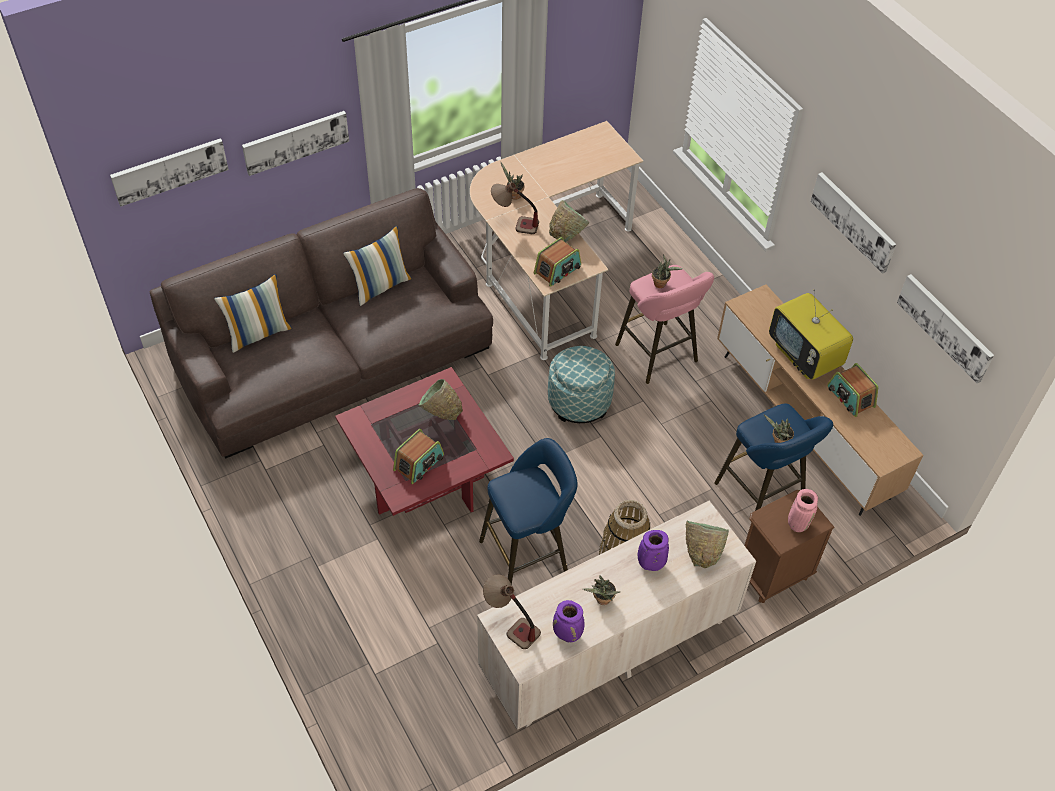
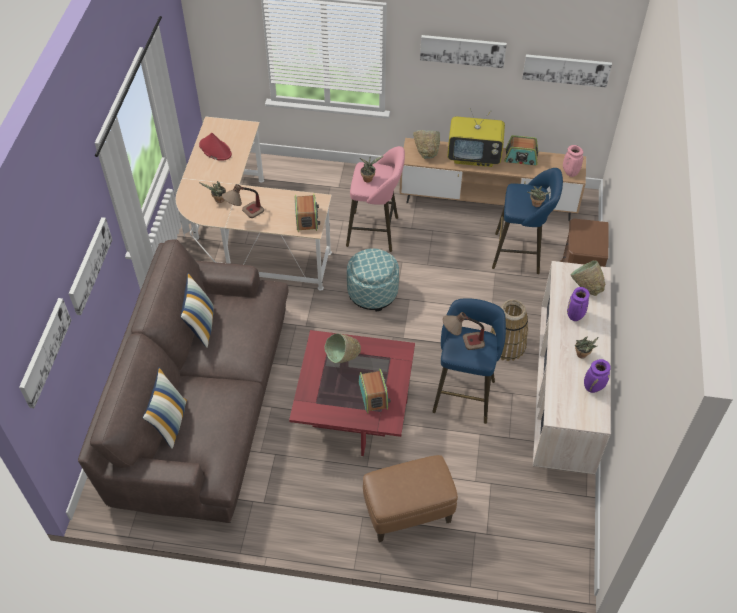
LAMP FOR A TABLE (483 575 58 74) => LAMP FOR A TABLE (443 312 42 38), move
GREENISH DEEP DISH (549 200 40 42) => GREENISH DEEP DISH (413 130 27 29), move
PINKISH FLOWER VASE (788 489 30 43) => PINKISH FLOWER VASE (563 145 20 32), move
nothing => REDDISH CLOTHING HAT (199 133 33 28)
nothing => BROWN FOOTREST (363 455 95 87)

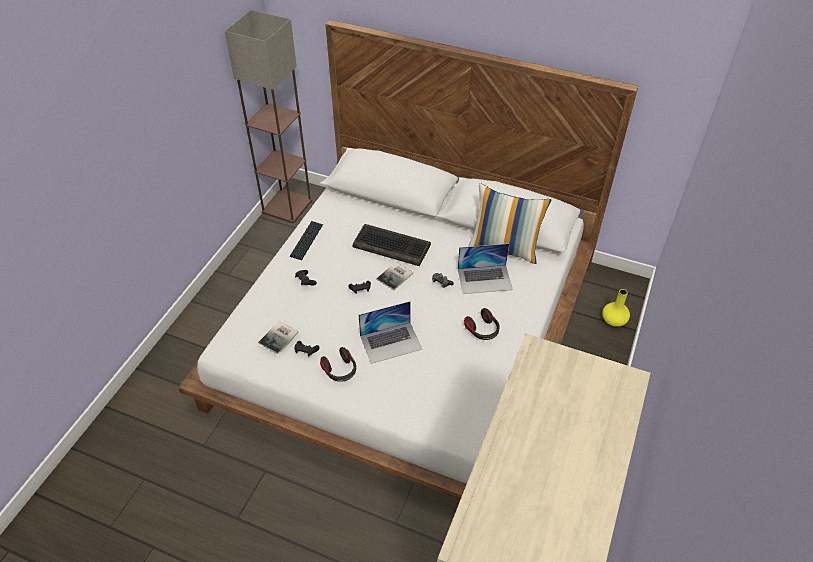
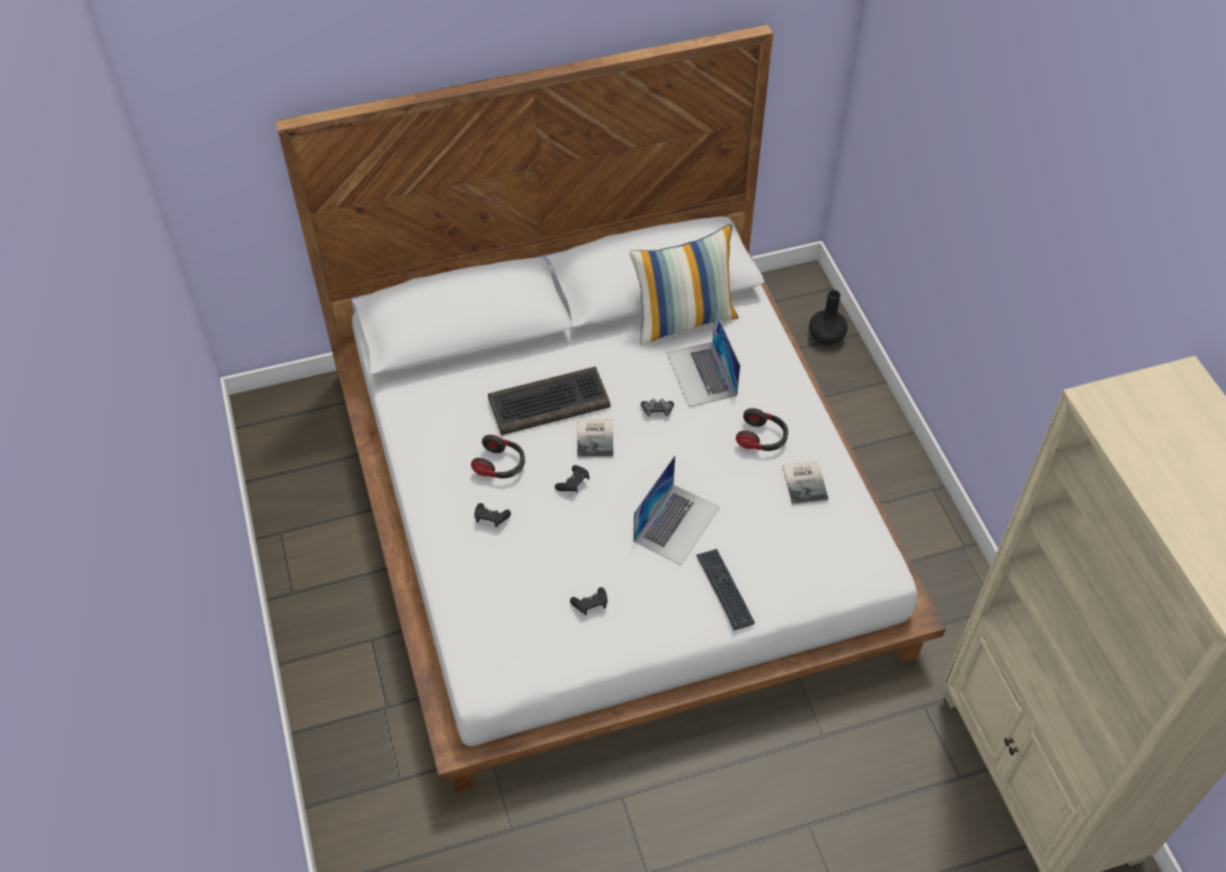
STANDARD LAMP (225 10 87 213) => nothing
VOLUME (258 321 40 33) => VOLUME (783 461 46 44), move
KEYBOARD (290 221 33 39) => KEYBOARD (696 549 59 81), move
HEADSET (320 347 36 35) => HEADSET (471 435 54 43), move
LAPTOP (458 244 55 50) => LAPTOP (666 311 75 96), 120 degrees clockwise
YELLOWISH FLOWER VASE (602 289 28 38) => BLACK FLOWER VASE (809 290 39 55)

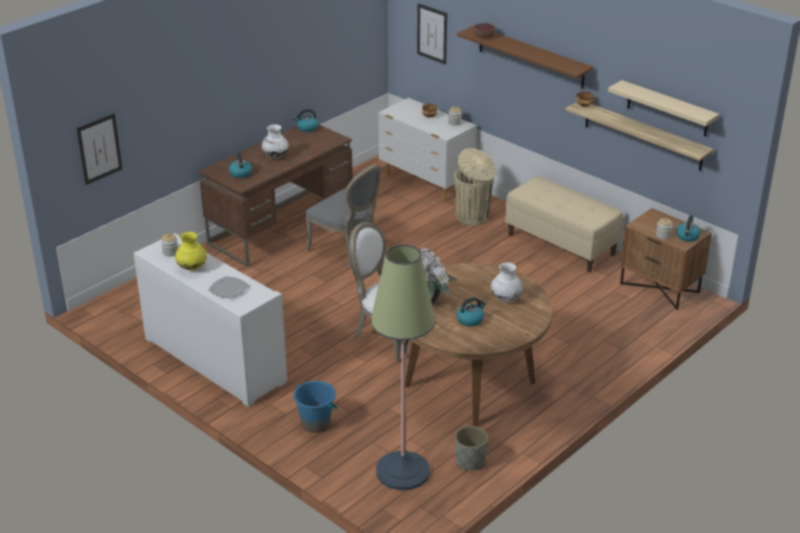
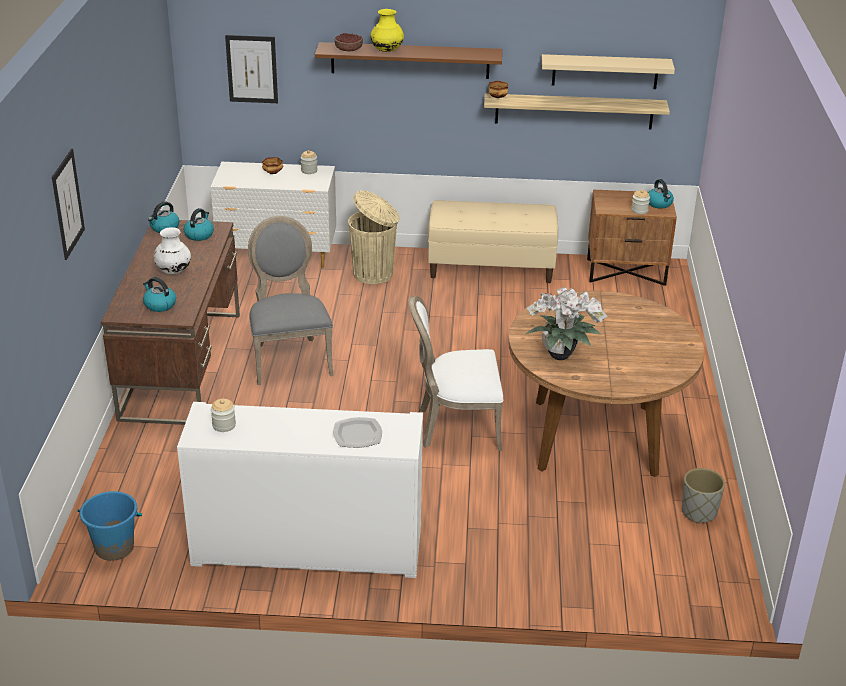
PICTURE (76 113 46 72) => PICTURE (52 149 33 111), move
YELLOWISH FLOWER VASE (175 232 32 38) => YELLOWISH FLOWER VASE (370 9 34 43), move
BLUE-COLOURED BUCKET (293 381 45 52) => BLUE-COLOURED BUCKET (77 491 65 70), move
GRAY CHAIR (305 164 76 103) => GRAY CHAIR (248 216 85 169), 105 degrees counterclockwise
STANDARD LAMP (371 245 65 245) => nothing
KETTLE (456 297 30 30) => KETTLE (184 208 30 33), move
WHITE FLOWER VASE (491 262 32 40) => nothing

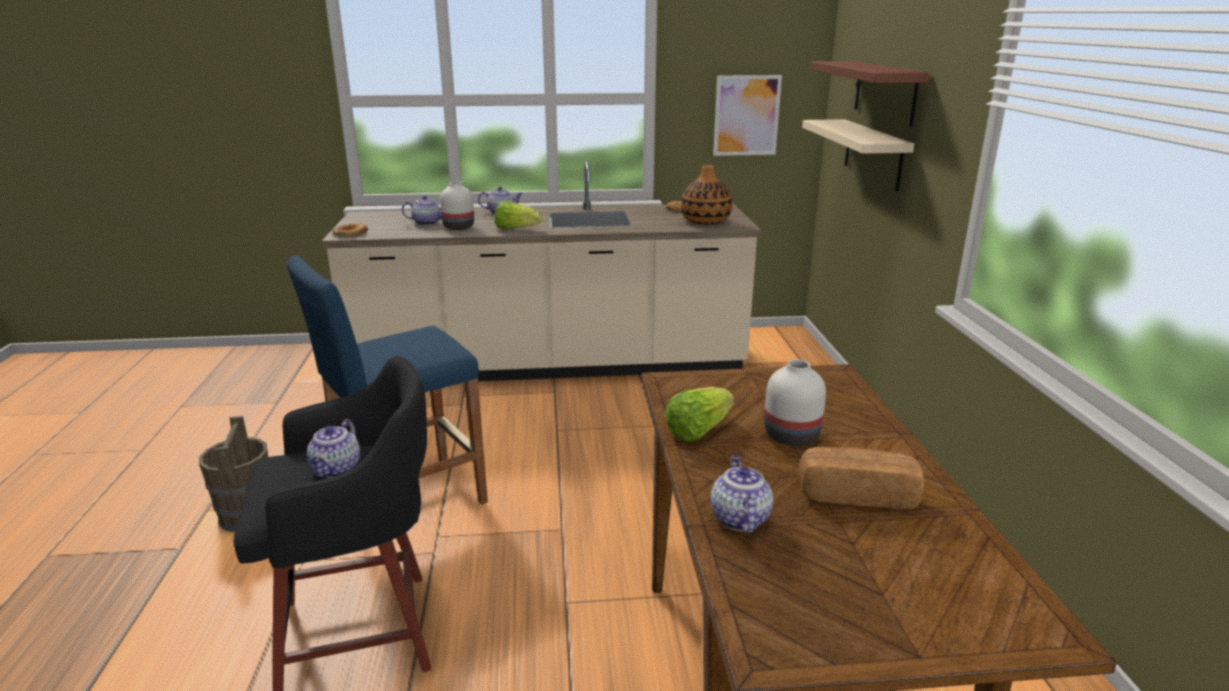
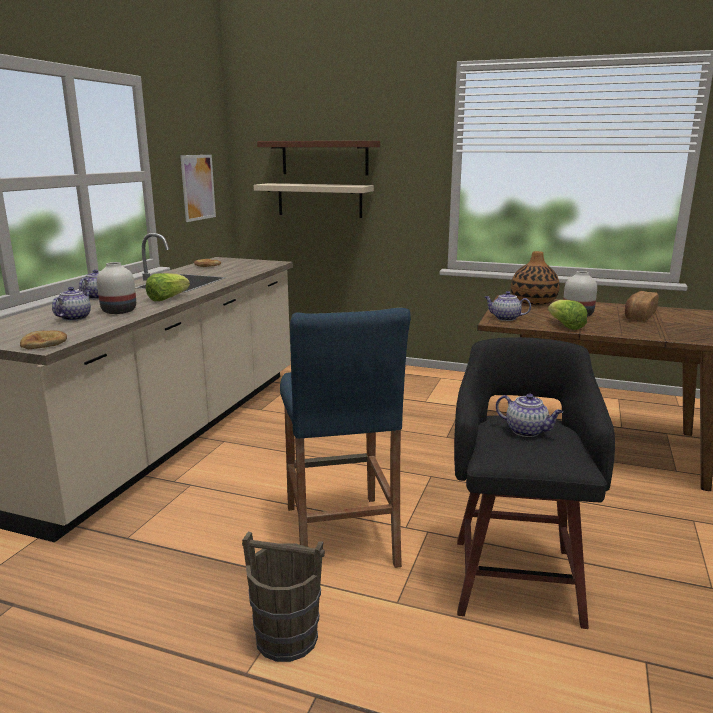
FLOWER VASE (681 165 51 60) => FLOWER VASE (511 251 49 54), move
TEAPOT (710 455 63 78) => TEAPOT (485 291 46 30), move

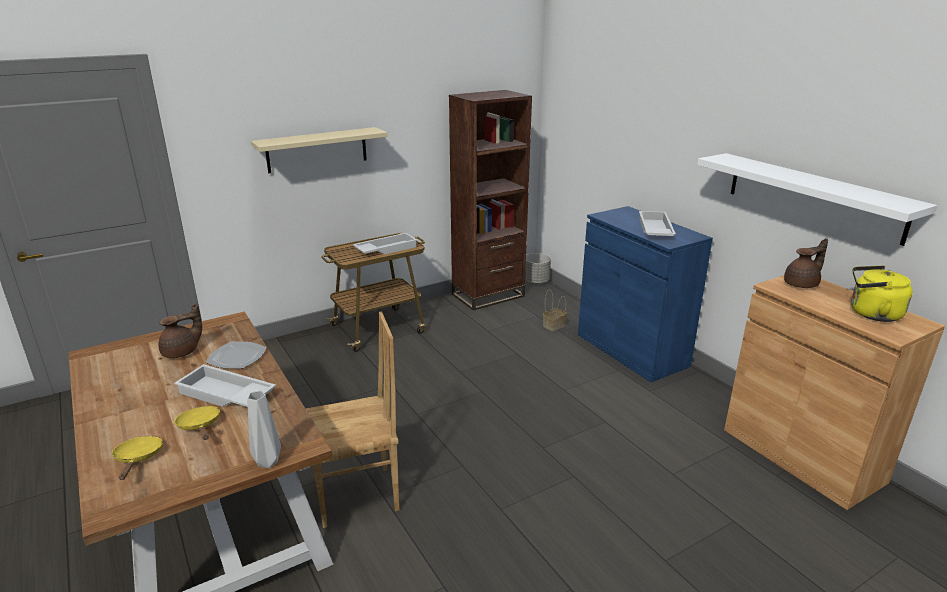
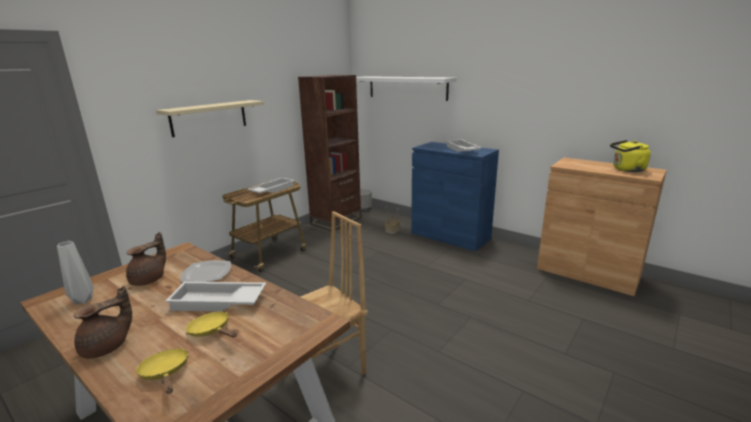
GRAY FLOWER VASE (247 391 34 77) => GRAY FLOWER VASE (57 241 37 63), move
WHITE WALL SHELF (697 153 240 93) => WHITE WALL SHELF (356 76 100 25), move
BROWN TEAPOT (784 238 44 50) => BROWN TEAPOT (74 286 58 72), move

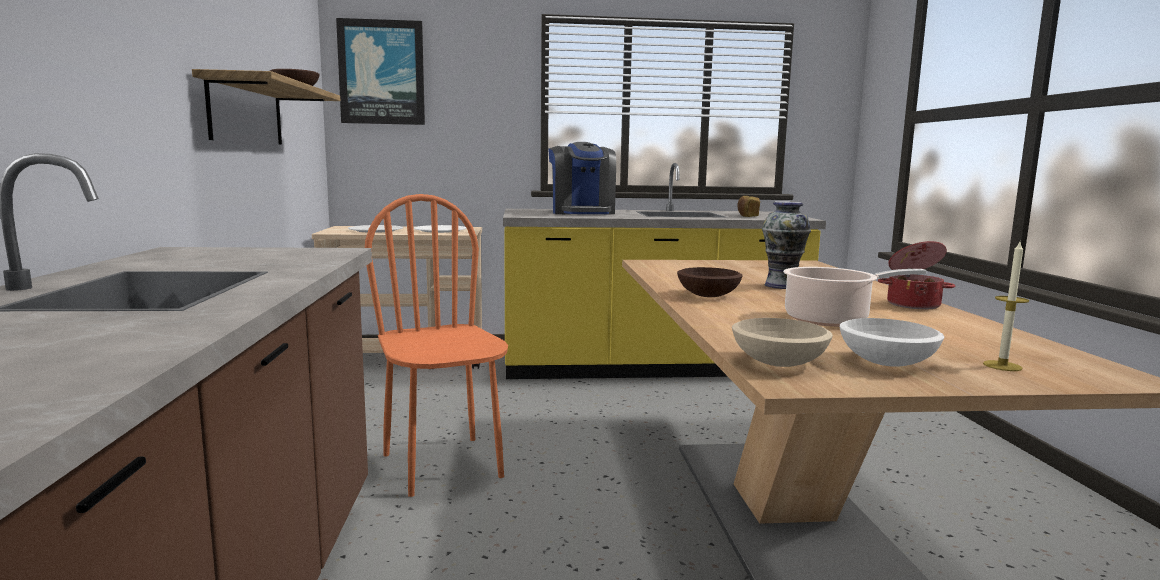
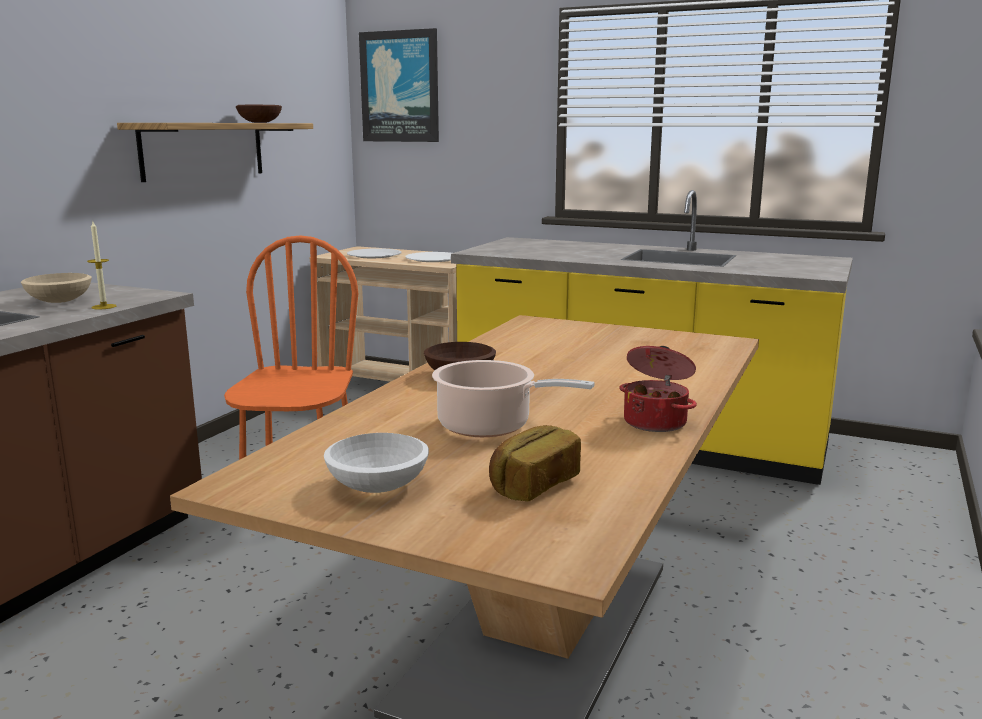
COFFEE MACHINE (548 142 68 72) => nothing
BEIGE DEEP DISH (732 318 101 49) => BEIGE DEEP DISH (21 273 71 30), move
BREAD (738 196 22 21) => BREAD (489 425 92 77), move
FLOWER VASE (762 201 49 88) => nothing
WAX CANDLE (983 242 46 129) => WAX CANDLE (87 222 29 87), move

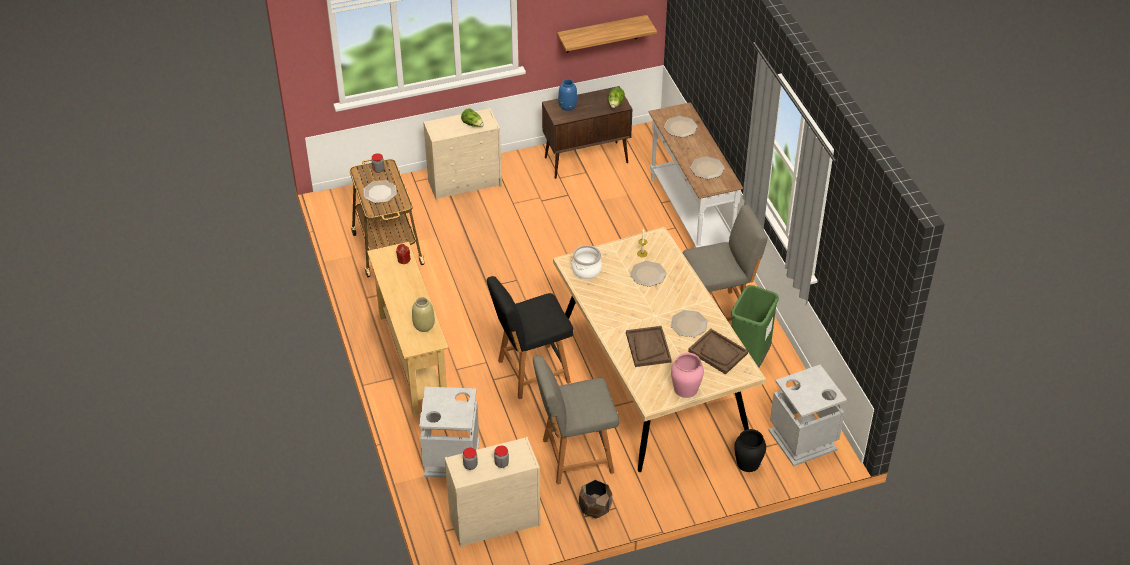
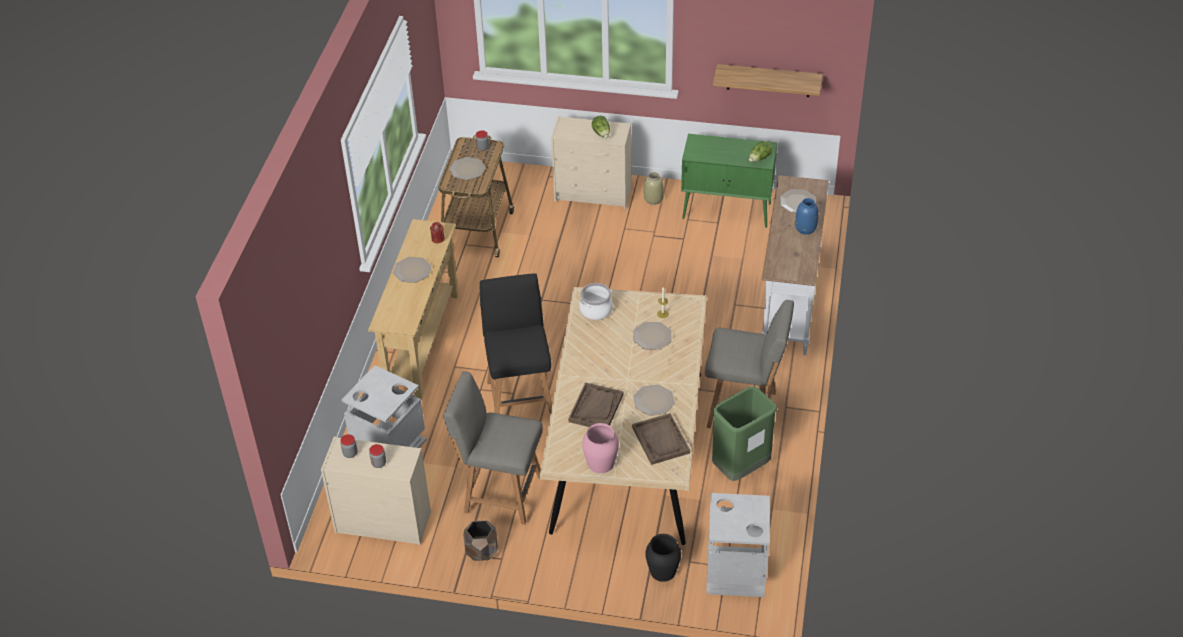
BEIGE FLOWER VASE (412 297 23 35) => BEIGE FLOWER VASE (644 172 20 33), move
BLACK CHAIR (487 276 86 123) => BLACK CHAIR (480 273 72 142), 75 degrees clockwise
BROWN STORAGE CABINET (542 86 90 93) => GREENISH STORAGE CABINET (681 134 96 94)
BLUE-COLOURED FLOWER VASE (558 79 19 32) => BLUE-COLOURED FLOWER VASE (795 198 23 37), move
PLATE (690 157 35 22) => PLATE (393 257 39 26), move

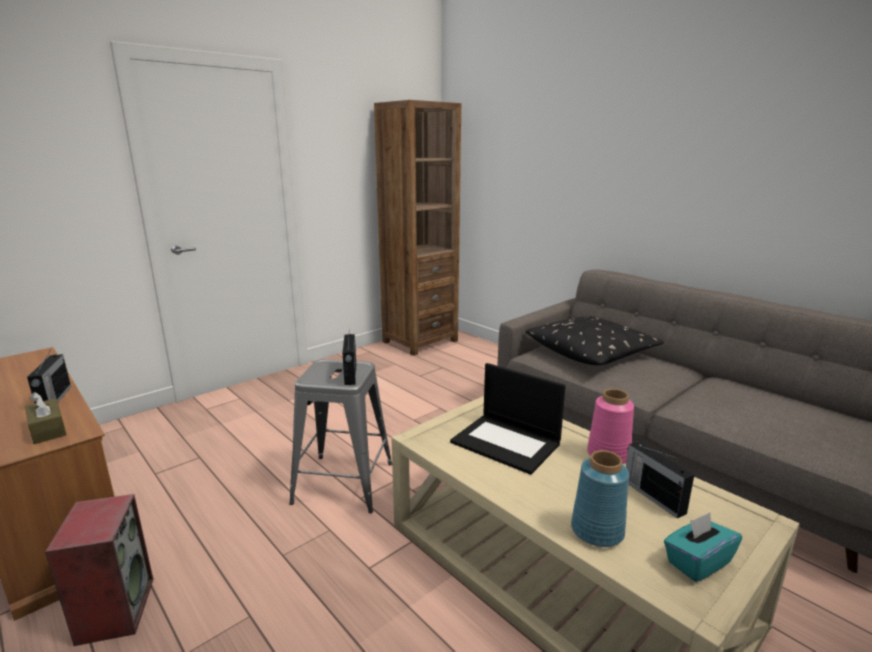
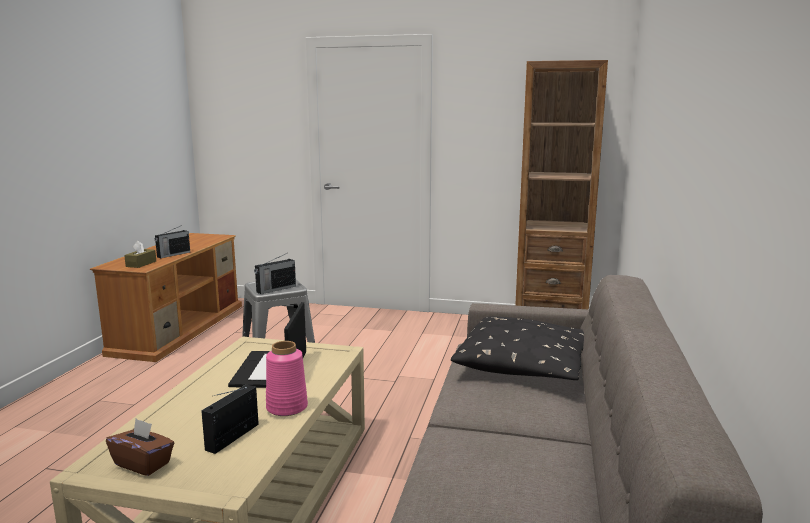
LOUDSPEAKER (45 494 108 152) => nothing
BLUE-COLOURED FLOWER VASE (571 450 58 97) => nothing
TURQUOISE BOX OF TISSUES (664 513 78 69) => BROWN BOX OF TISSUES (106 418 68 58)

